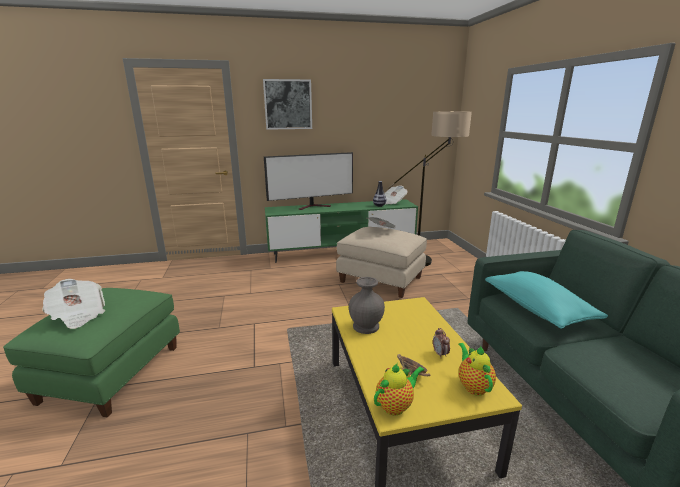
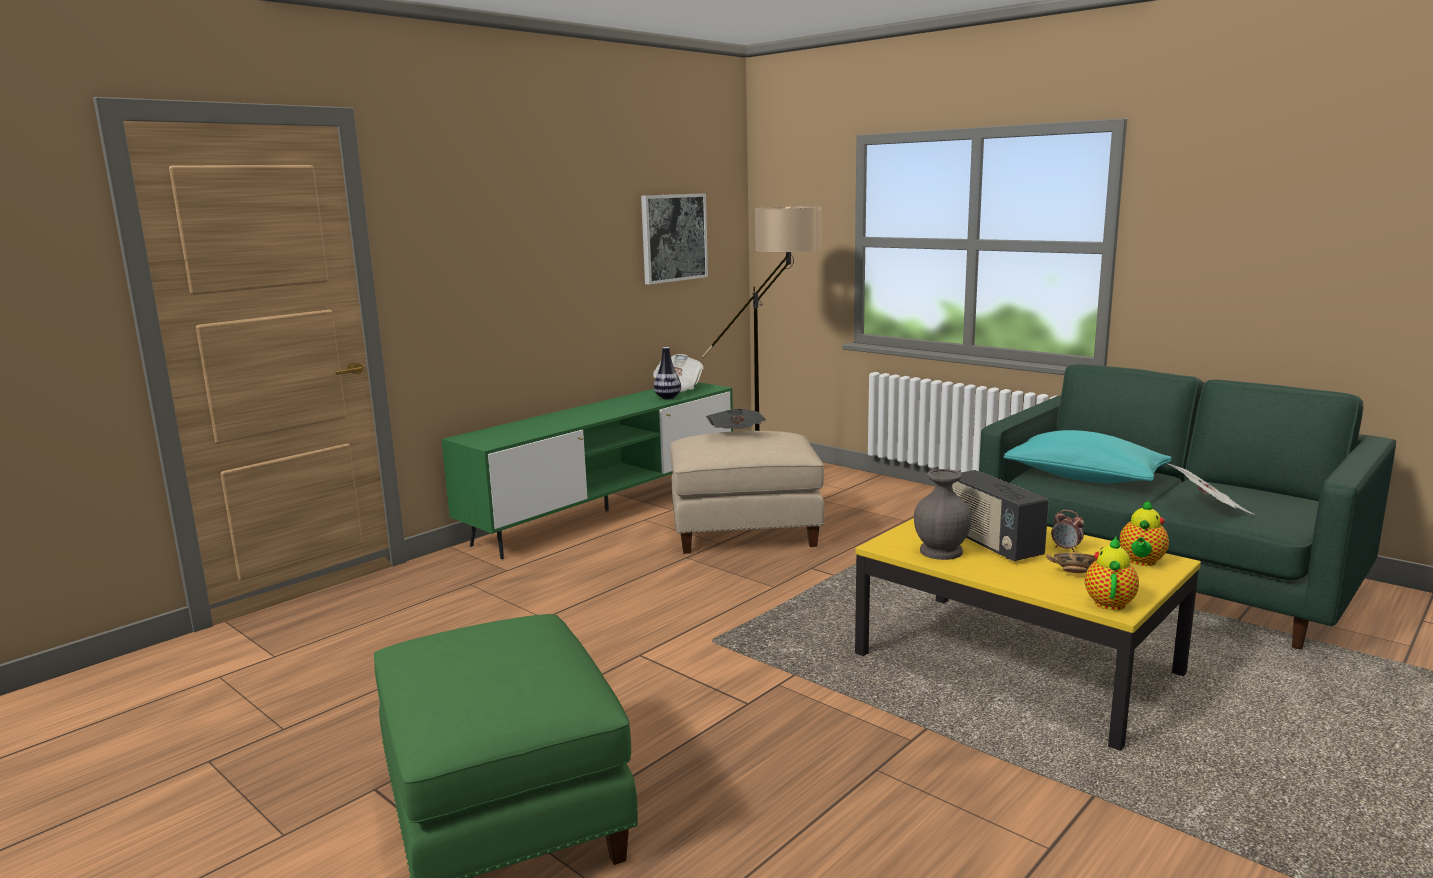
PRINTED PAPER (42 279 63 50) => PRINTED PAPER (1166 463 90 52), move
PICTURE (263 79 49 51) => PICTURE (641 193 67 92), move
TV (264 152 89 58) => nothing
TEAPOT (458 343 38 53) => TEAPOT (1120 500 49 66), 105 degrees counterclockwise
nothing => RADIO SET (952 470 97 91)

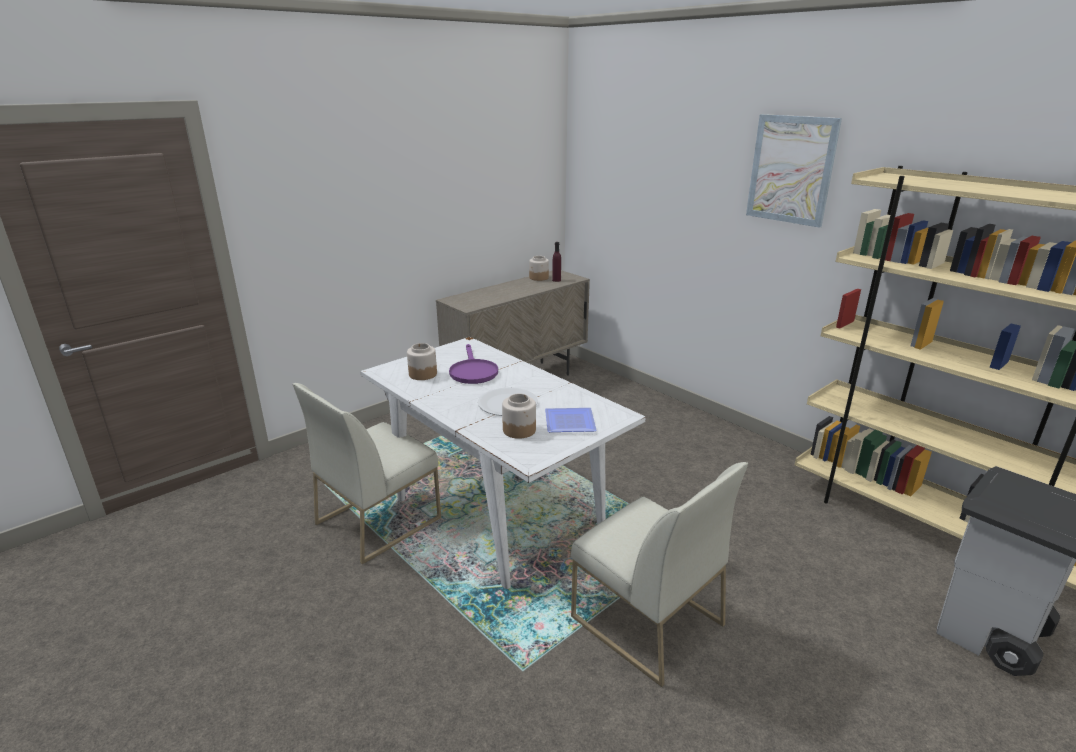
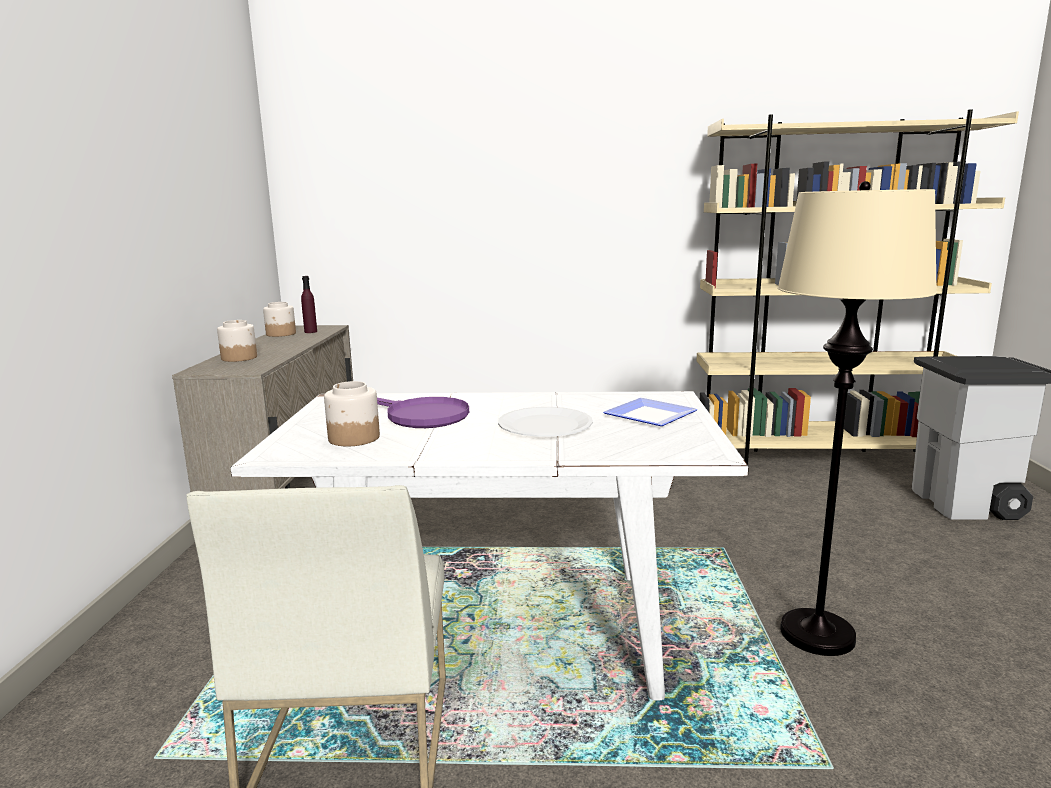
JAR (502 394 34 45) => JAR (217 320 40 42), move
WHITE CHAIR (571 462 177 225) => BEIGE STANDARD LAMP (777 181 160 475)
PICTURE (746 114 96 114) => nothing

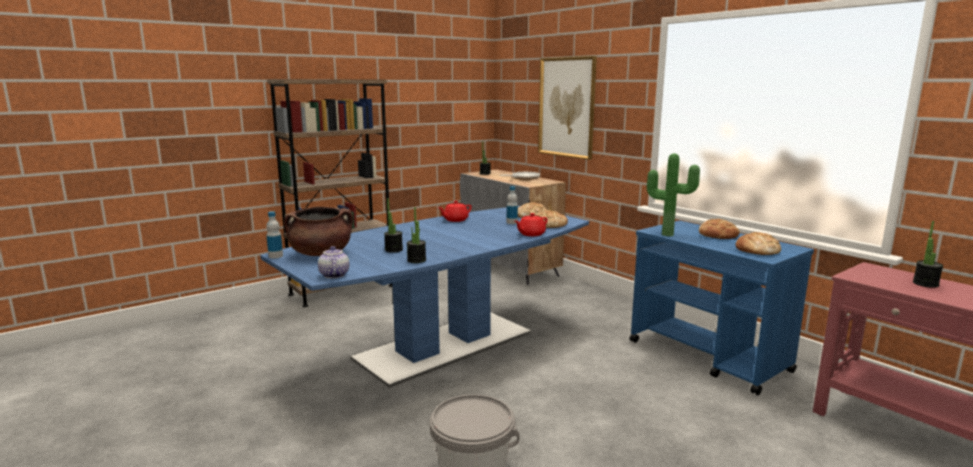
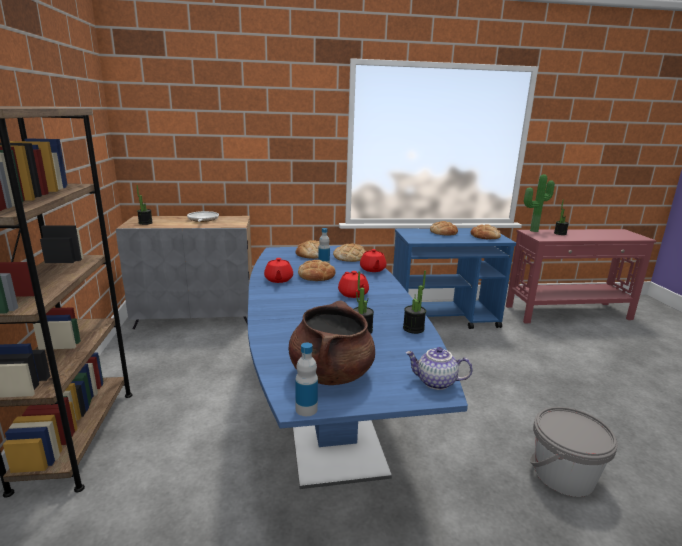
PICTURE (538 56 59 104) => nothing
HOUSEPLANT (647 154 53 82) => HOUSEPLANT (524 174 31 58), move
nothing => BREAD (298 260 38 21)
nothing => REDDISH TEAPOT (338 271 31 27)

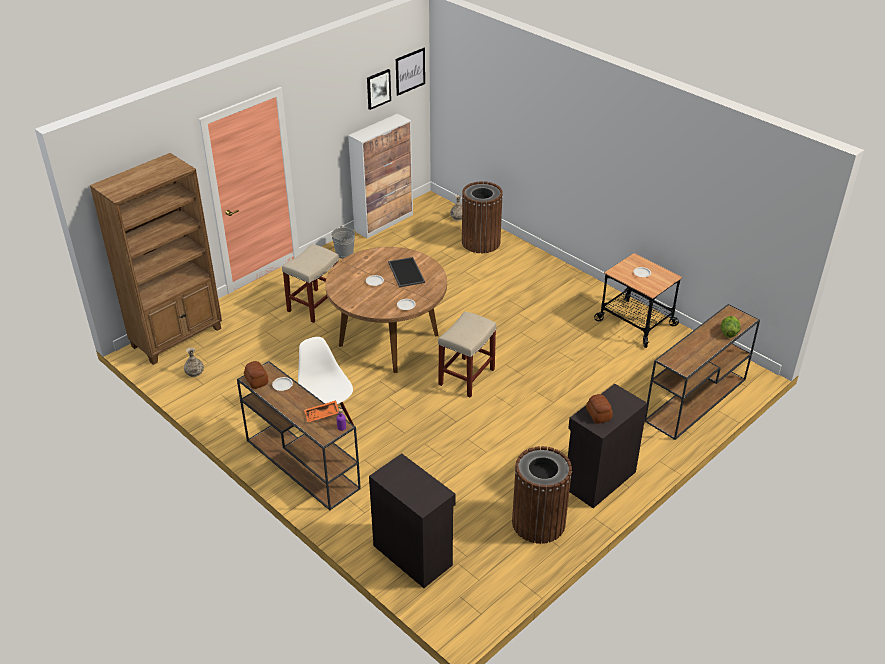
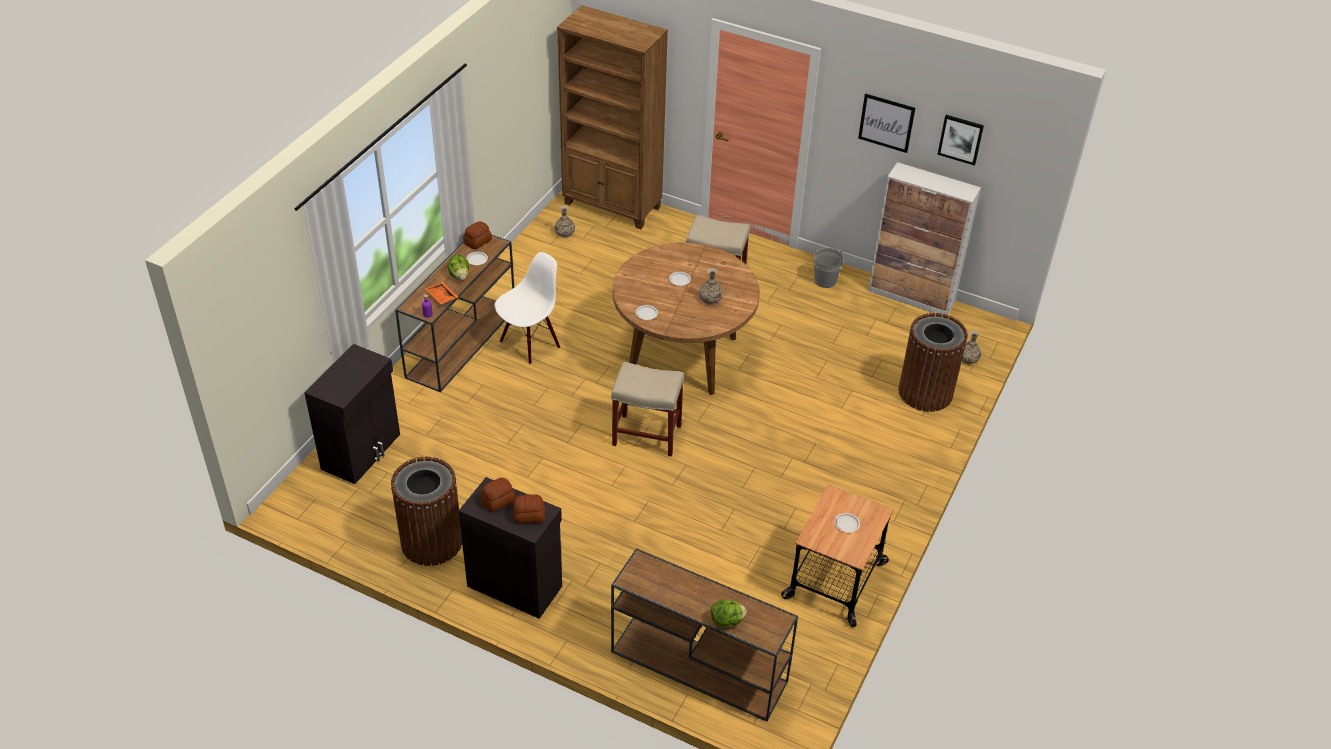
TRAY (388 257 37 31) => FLOWER VASE (699 268 24 37)
PICTURE (396 48 29 48) => PICTURE (858 93 57 60), move
nothing => LETTUCE HEAD (447 254 22 26)
nothing => BREAD (513 494 32 30)

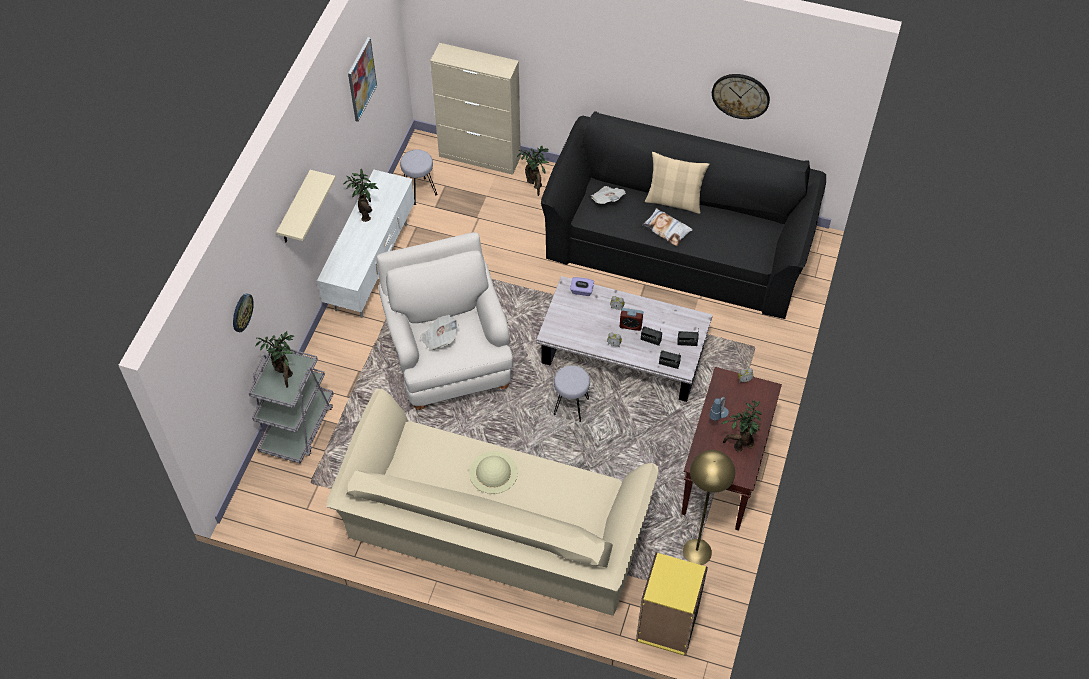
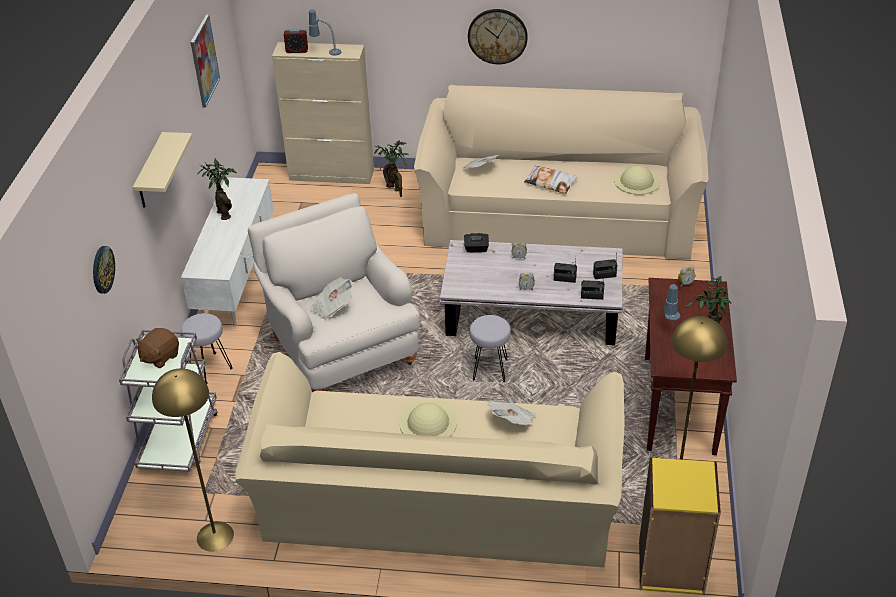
HOUSEPLANT (255 331 39 57) => BROWN PLUSH TOY (136 328 43 40)
GRAY STOOL (400 150 37 55) => GRAY STOOL (181 313 52 71), move
BLACK SETTEE (541 111 285 208) => BEIGE SETTEE (414 85 295 174)
PURPLE BOX OF TISSUES (570 277 24 19) => BLACK BOX OF TISSUES (464 233 25 20)
ALARM CLOCK (619 308 24 23) => ALARM CLOCK (284 29 24 24), move
BEIGE THROW PILLOW (645 152 65 62) => nothing
HANGING CLOCK (712 74 58 45) => HANGING CLOCK (468 9 60 55), move
nothing => YELLOWISH STANDARD LAMP (152 368 82 184)
nothing => LAMP FOR A TABLE (309 9 32 47)
nothing => PRINTED PAPER (488 400 48 26)
nothing => BEIGE CLOTHING HAT (614 166 46 29)

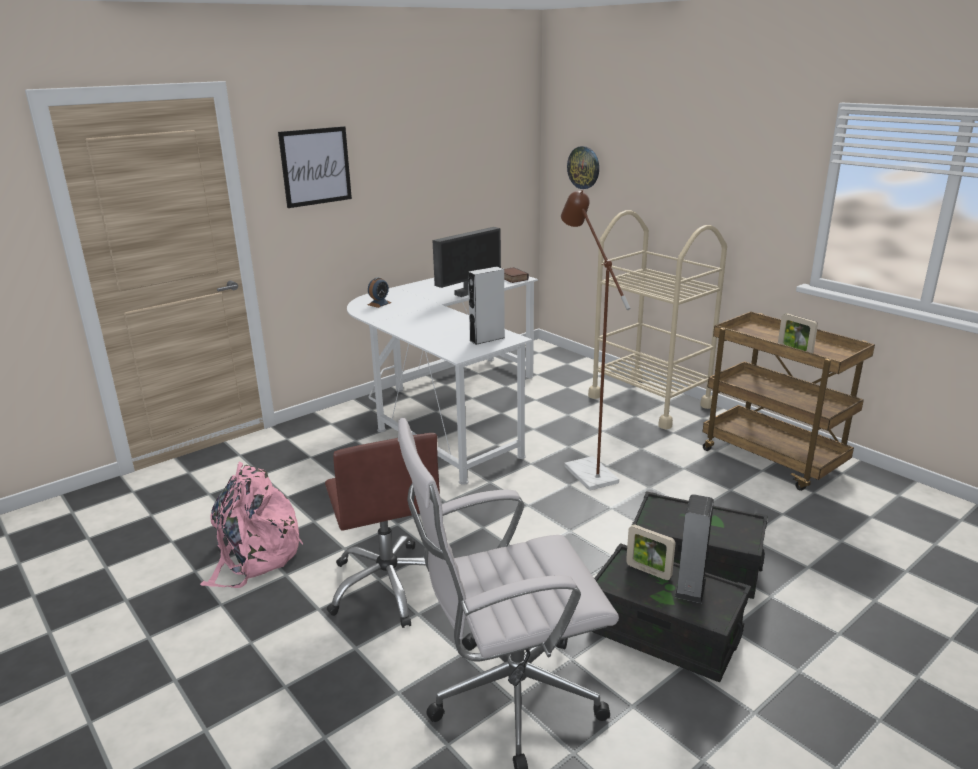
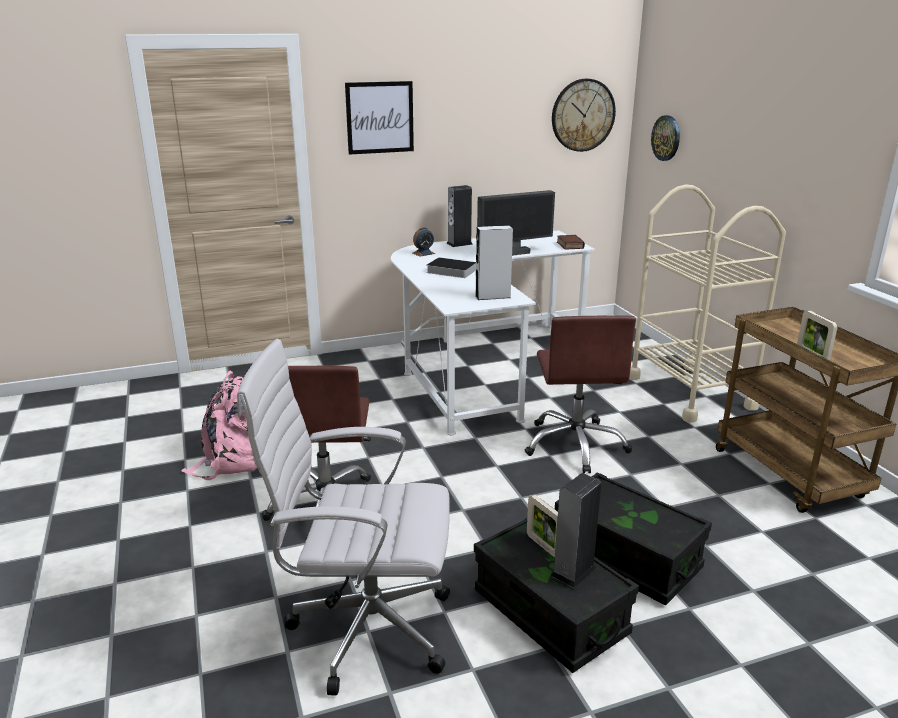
BROWN STANDARD LAMP (561 190 70 301) => BROWN COMPUTER CHAIR (525 315 111 158)
nothing => VOLUME (426 257 50 21)
nothing => LOUDSPEAKER (446 185 27 62)
nothing => HANGING CLOCK (552 79 64 73)

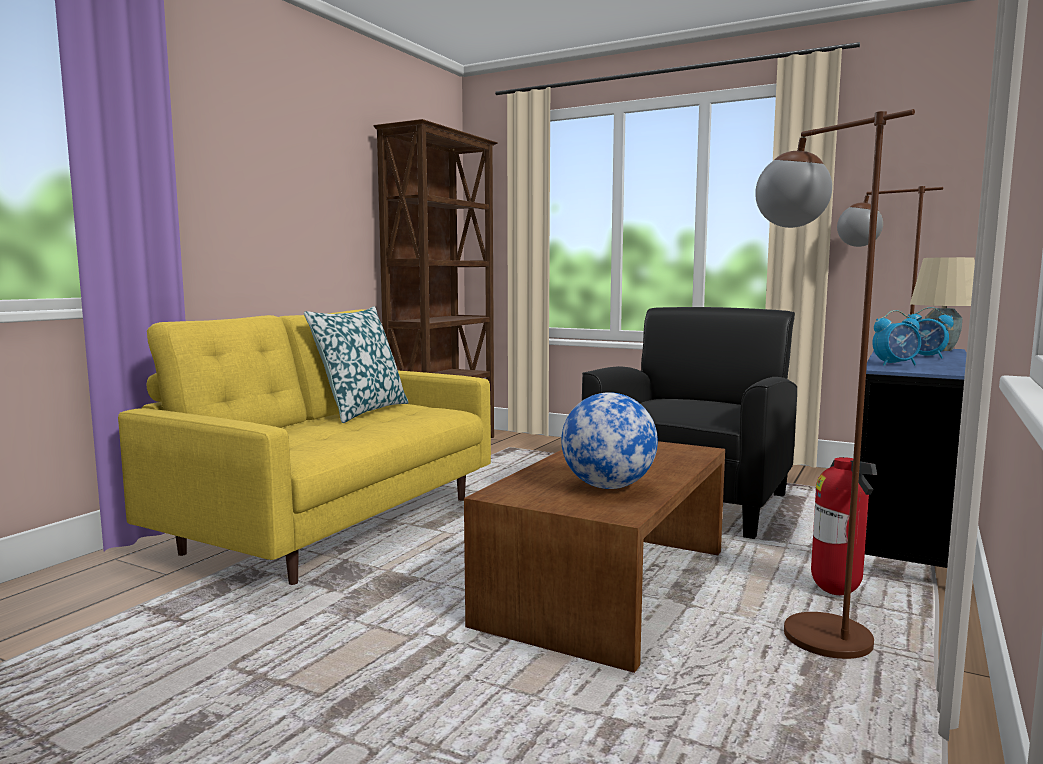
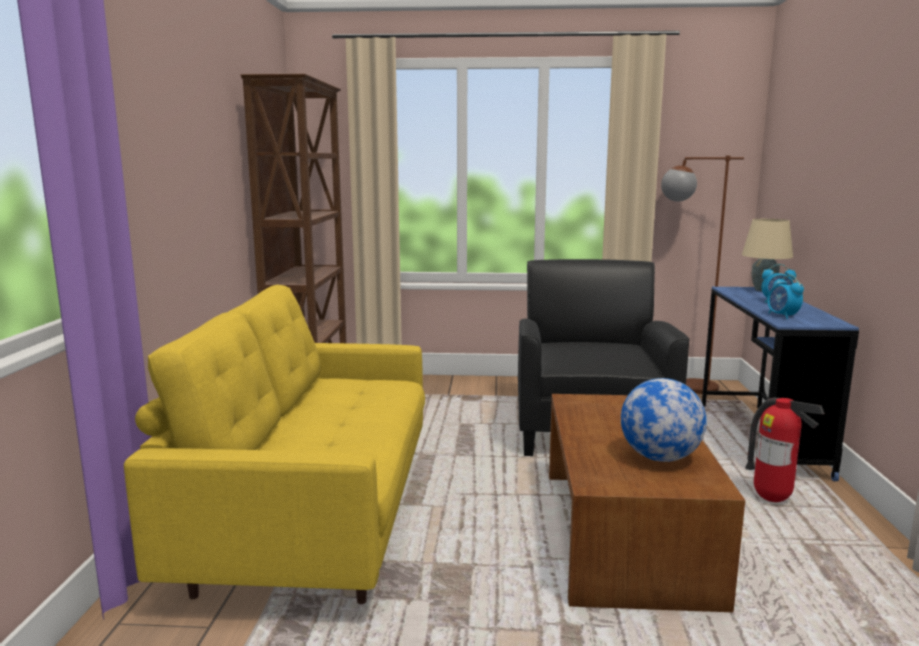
THROW PILLOW (304 306 105 117) => nothing
BROWN STANDARD LAMP (755 109 160 550) => nothing
ALARM CLOCK (872 310 49 56) => ALARM CLOCK (767 275 37 44), 105 degrees clockwise

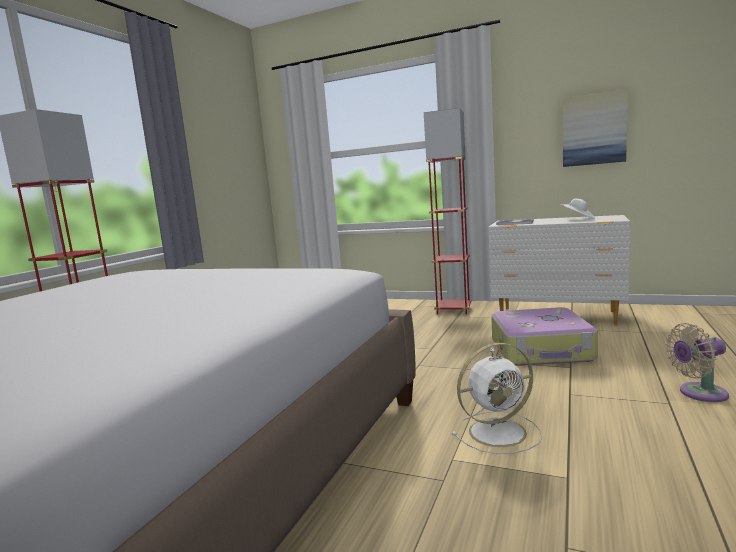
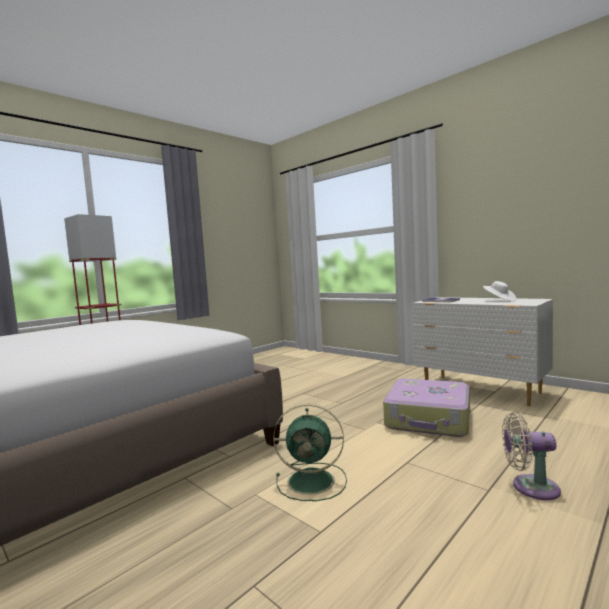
REDDISH STANDARD LAMP (424 108 48 206) => nothing
WHITE ELECTRIC FAN (451 343 92 111) => GREENISH ELECTRIC FAN (273 404 74 97)
PICTURE (563 89 65 78) => nothing

